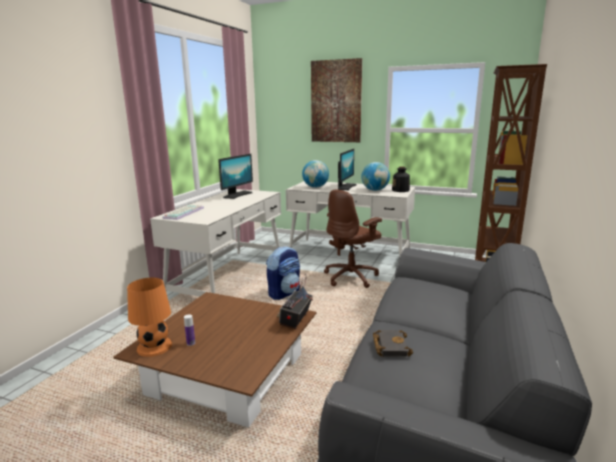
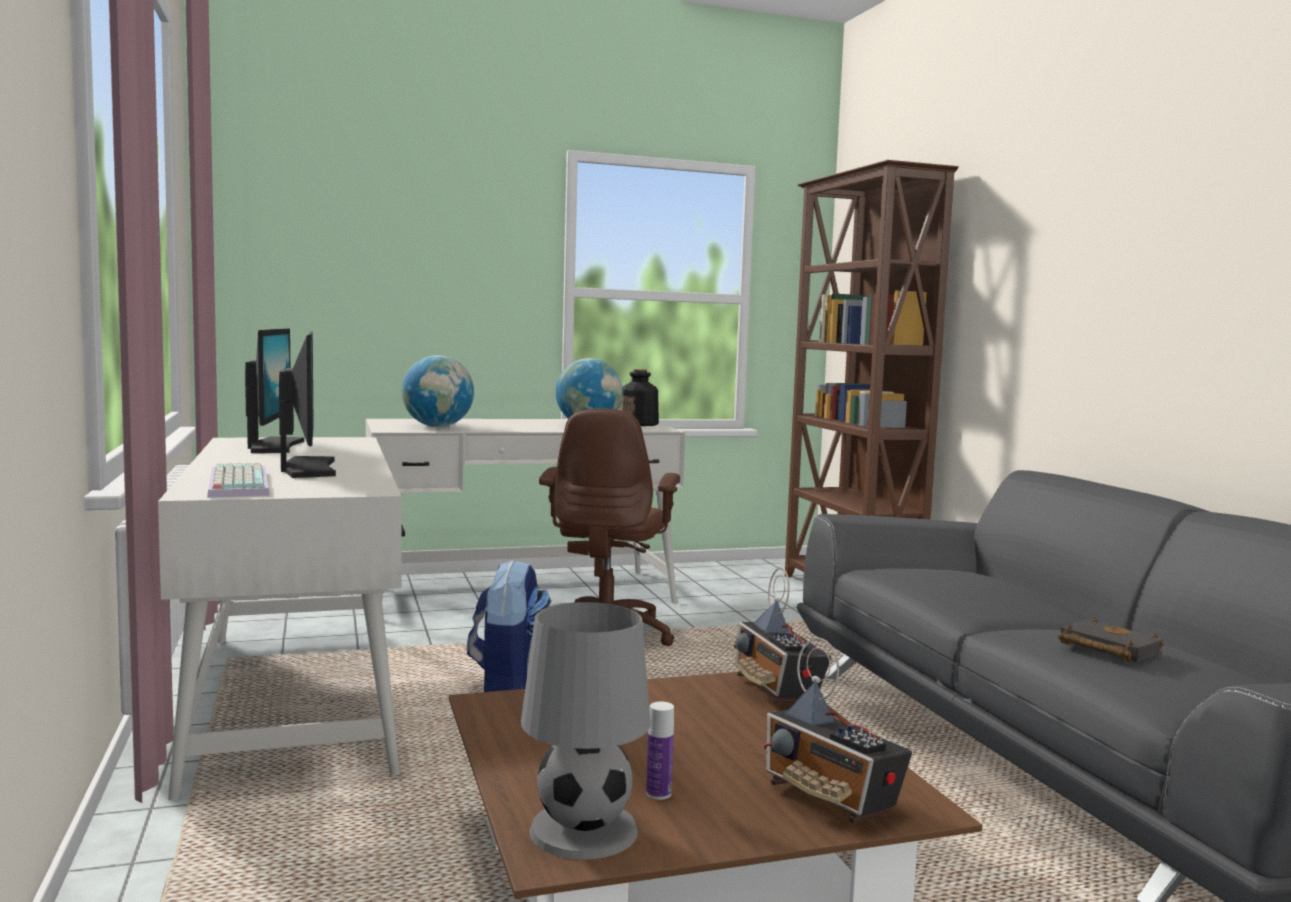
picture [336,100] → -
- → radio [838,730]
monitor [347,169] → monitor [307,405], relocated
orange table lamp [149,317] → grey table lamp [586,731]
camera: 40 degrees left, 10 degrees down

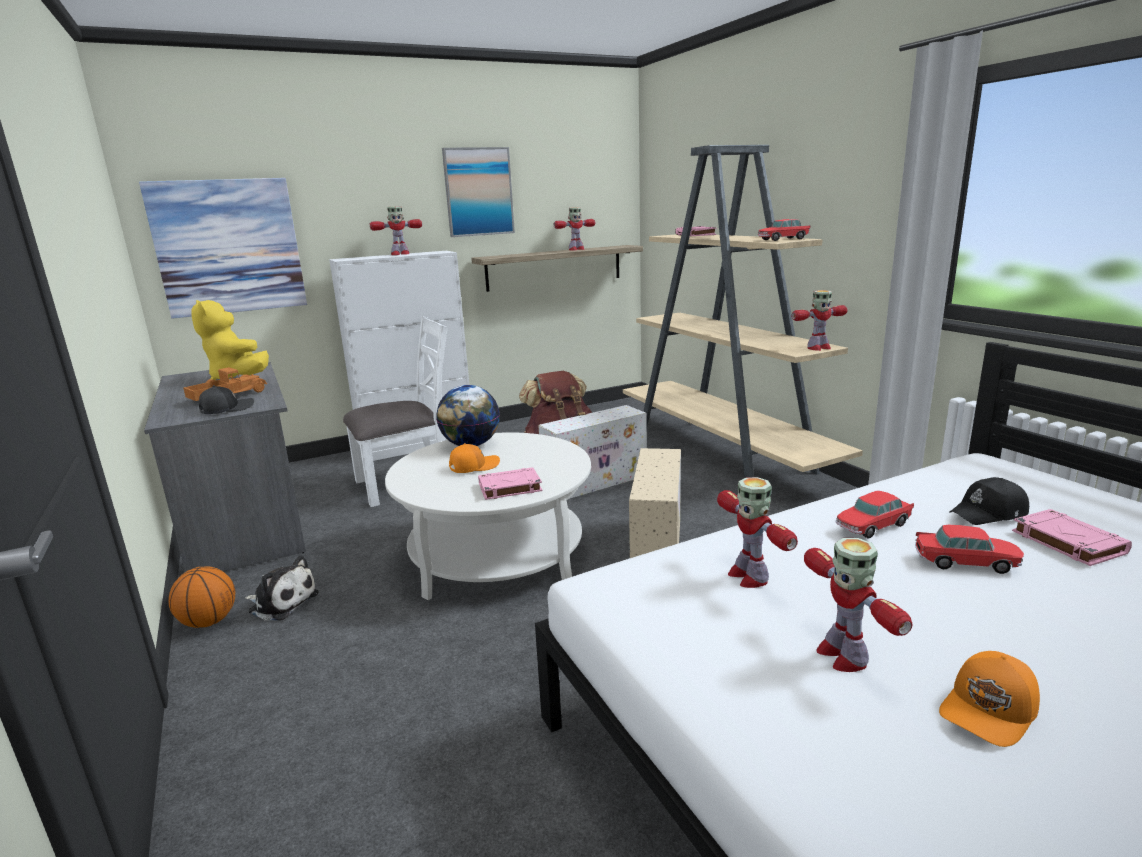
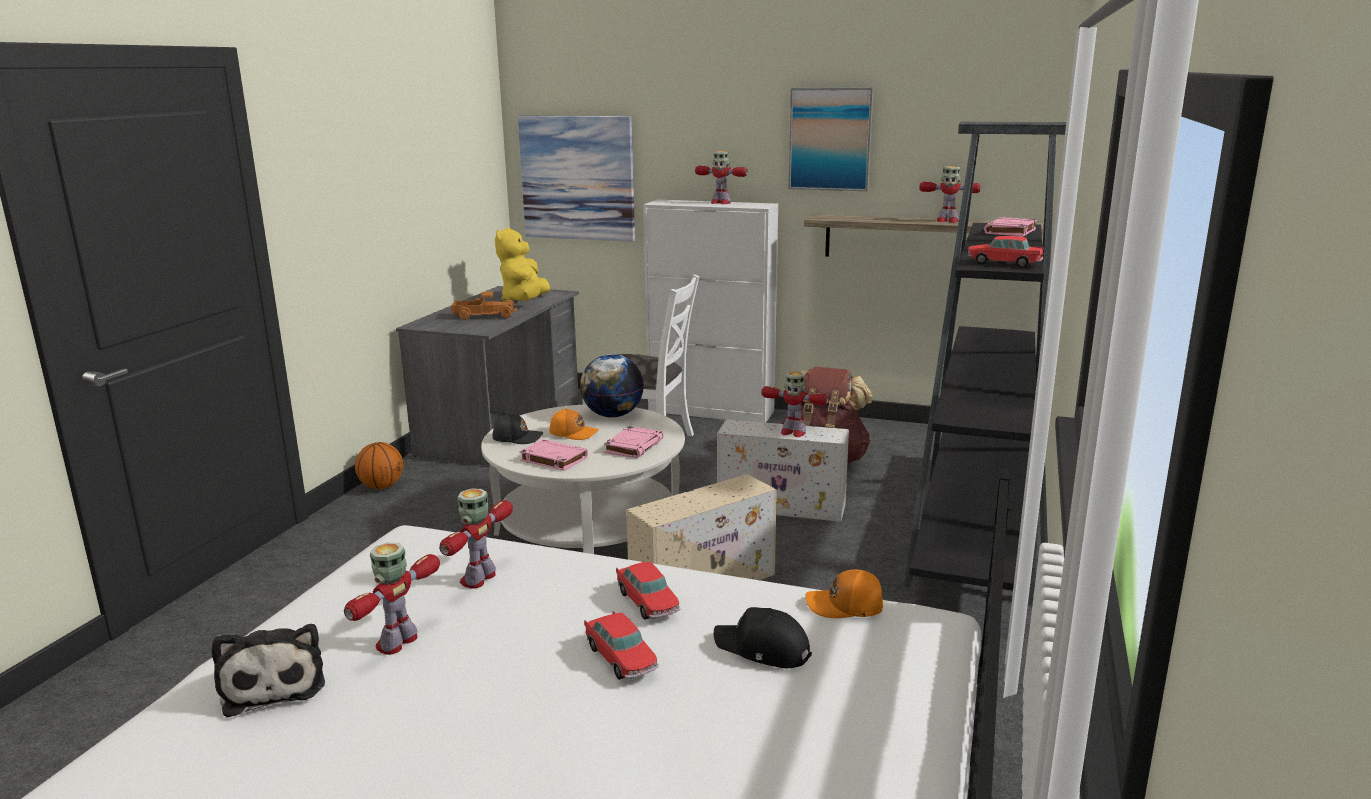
black cap [226,399] → black cap [518,428], relocated
plush toy [282,588] → plush toy [268,670], relocated
toy robot [819,320] → toy robot [795,404], relocated
orange cap [989,699] → orange cap [844,593], relocated
pink book [1072,537] → pink book [633,442], relocated
beige bookcase [743,311] → black bookcase [985,363]
toy car [874,514] → toy car [648,590], 135 degrees counterclockwise
camera: 45 degrees right, 0 degrees up

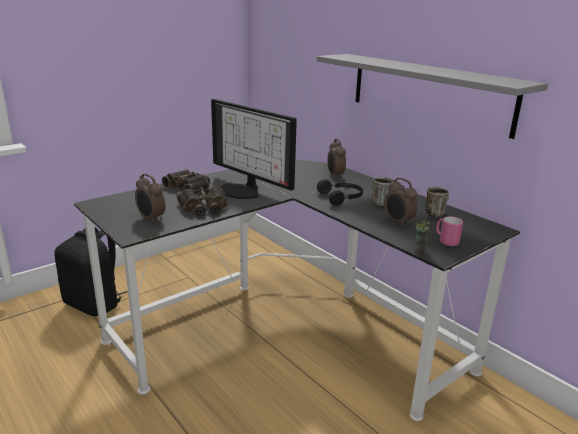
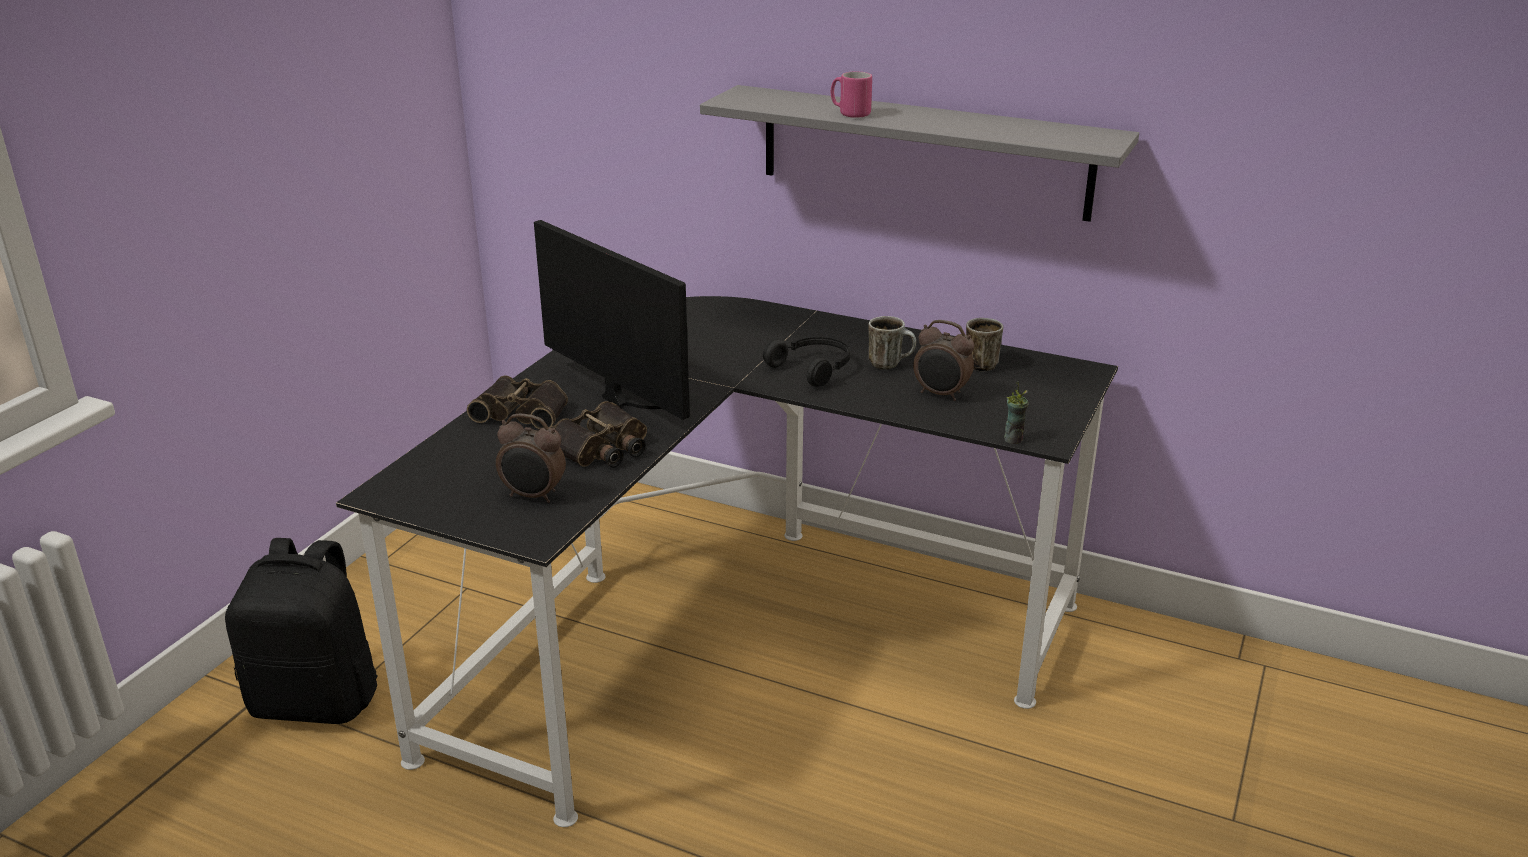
alarm clock [336,158] → -
pink mug [449,231] → pink mug [851,94], relocated
monitor [254,149] → monitor [612,320], 150 degrees counterclockwise
camera: 25 degrees left, 5 degrees up

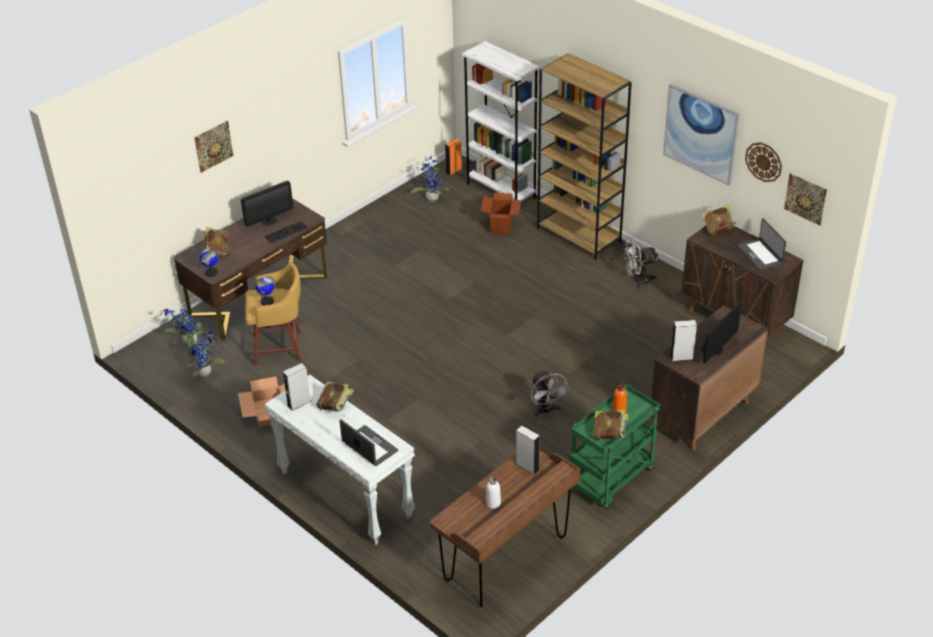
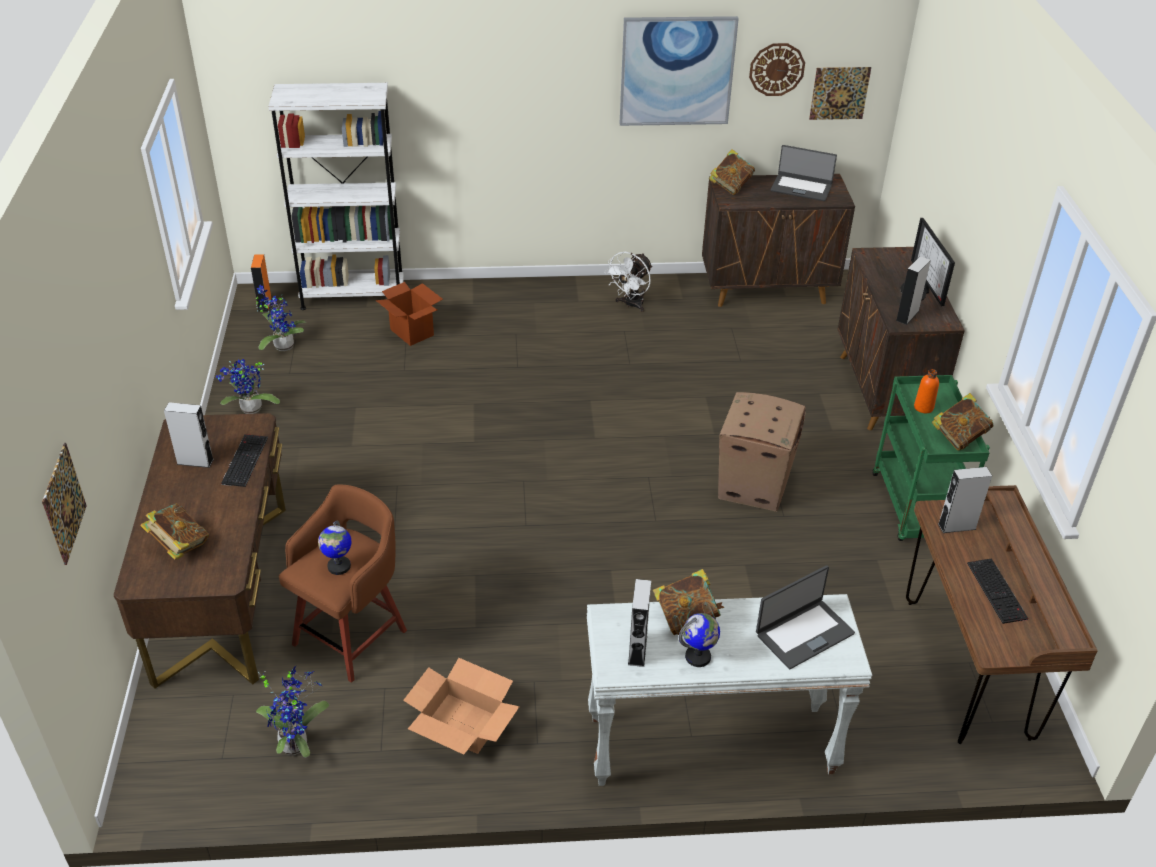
brown bookcase [584,157] → -
potted plant [182,327] → potted plant [248,386], relocated
picture [213,147] → picture [64,504], relocated
globe [209,262] → globe [699,640], relocated
monitor [267,204] → grey speaker [189,435]
white bottle [493,493] → keyboard [997,591]
grey fan [550,393] → cardboard box [762,452]
yellow stool [273,314] → brown stool [343,584]
laptop [369,442] → laptop [805,617], 150 degrees clockwise
camera: 50 degrees left, 0 degrees up

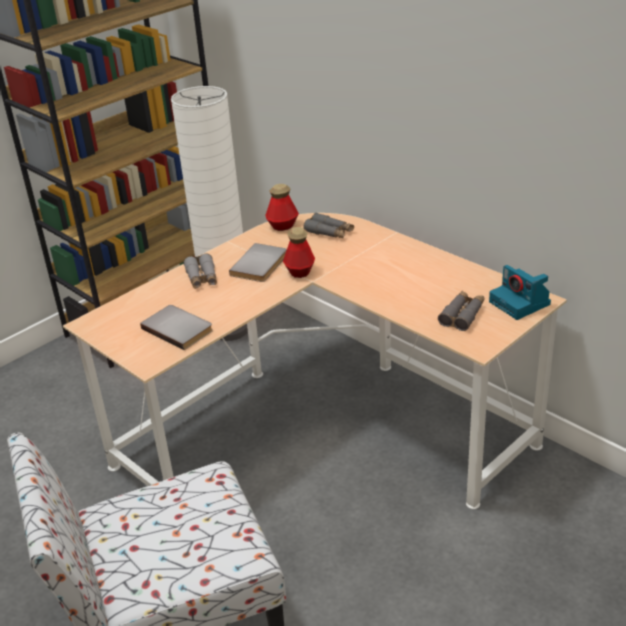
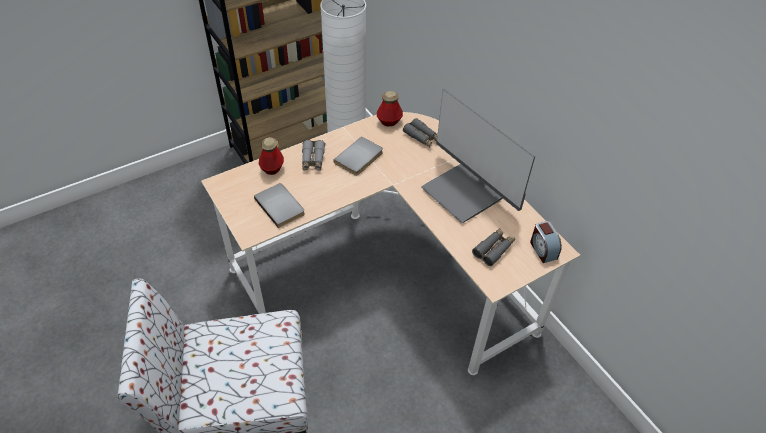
- → monitor [478,156]
bottle [299,252] → bottle [271,156], relocated
photo camera [520,292] → alarm clock [546,242]
camera: 10 degrees right, 15 degrees up

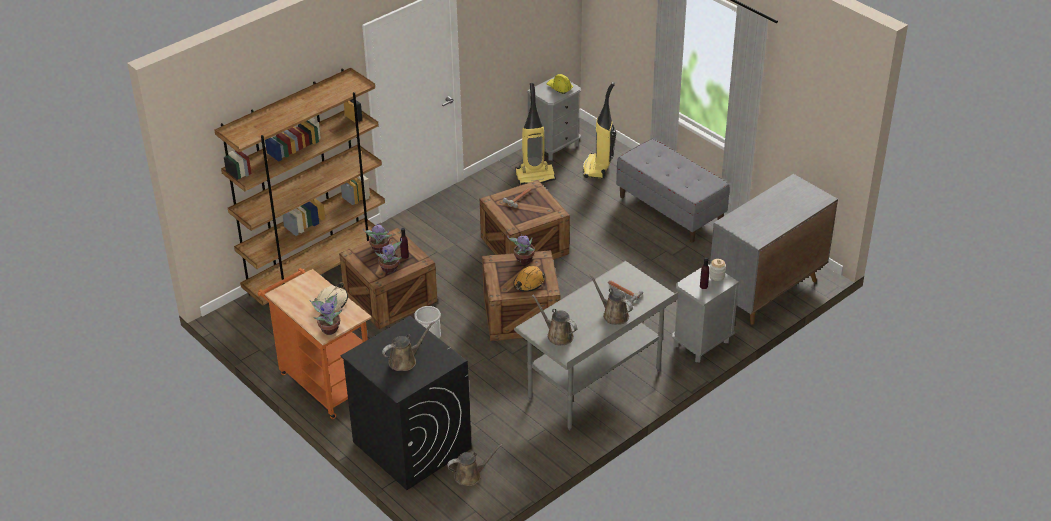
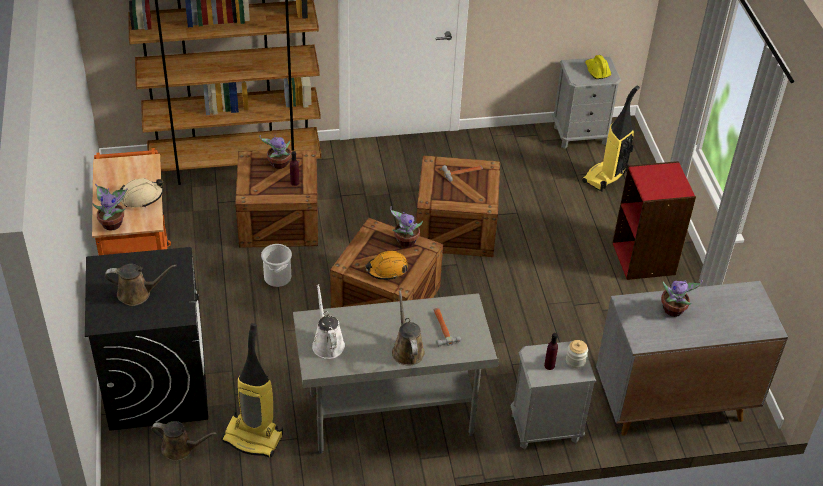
potted plant [388,255] → potted plant [682,298], relocated
vacuum cleaner [536,134] → vacuum cleaner [252,390], relocated
grey bench [673,190] → red bookcase [654,220]
brown watering can [554,320] → white watering can [328,321]
camera: 30 degrees right, 5 degrees up

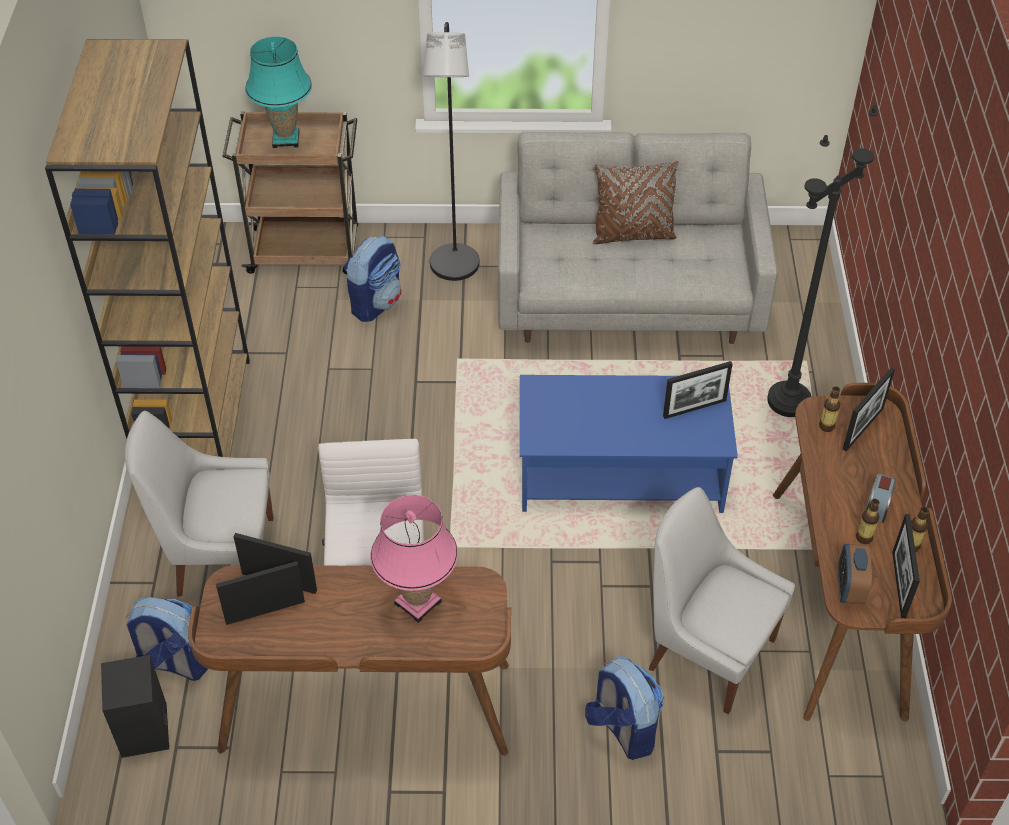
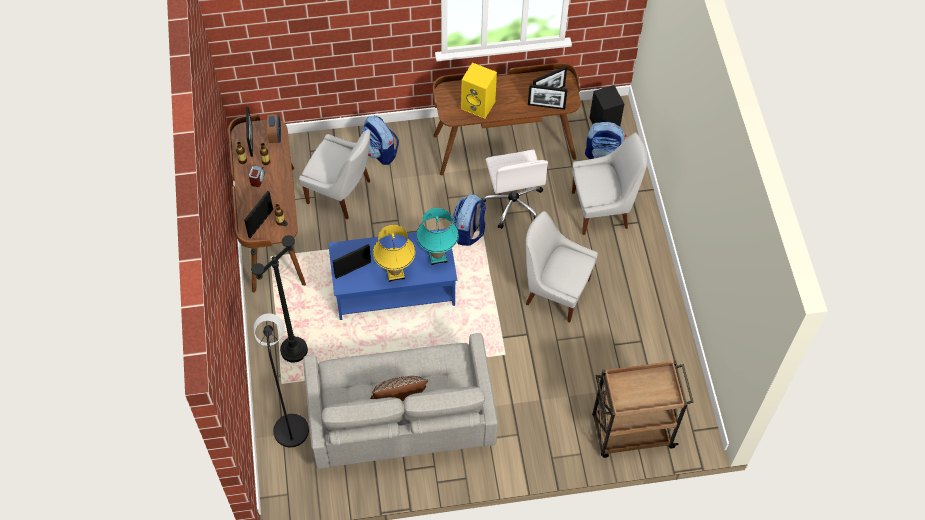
brown bookcase [147,248] → -
- → yellow table lamp [394,253]
- → white chair [562,267]
turquoise table lamp [278,92] → turquoise table lamp [437,236], relocated
backpack [373,279] → backpack [469,220], relocated
black floor lamp [451,151] → black floor lamp [281,380], relocated
pink table lamp [414,559] → yellow speaker [479,90]
camera: 170 degrees right, 10 degrees up

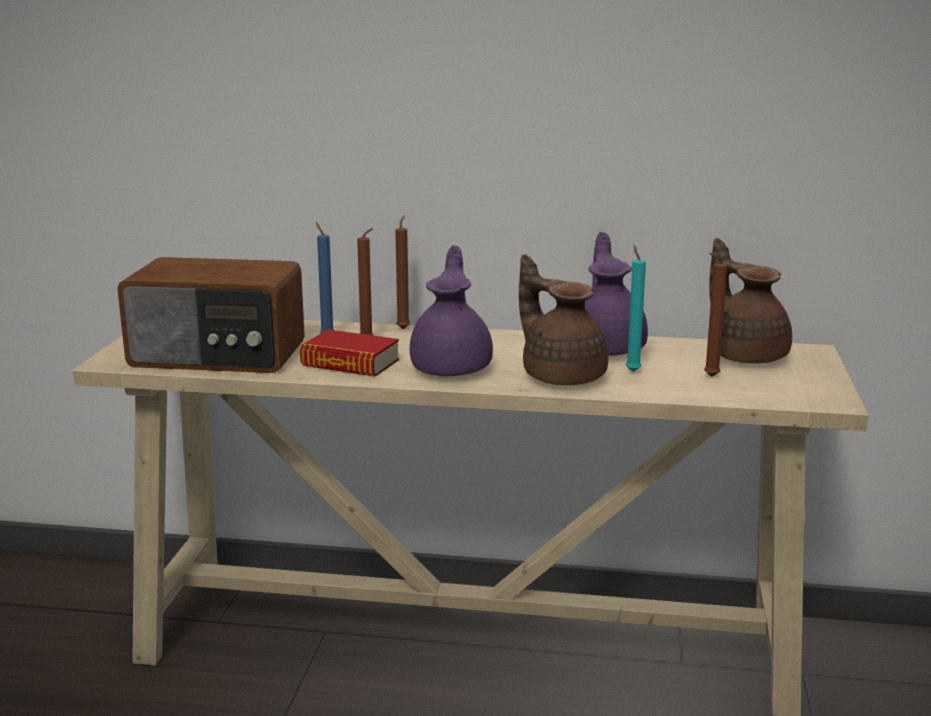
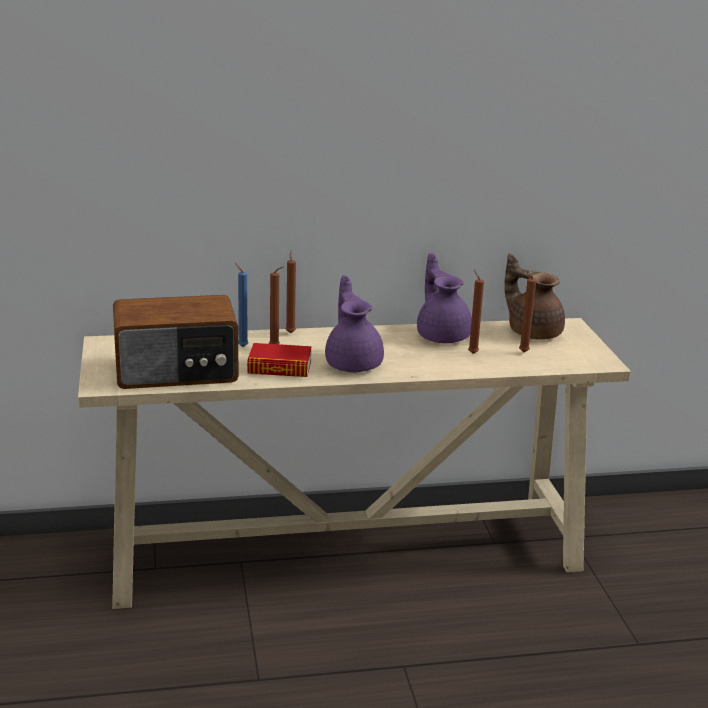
brown teapot [564,319] → -
turquoise candle [636,308] → brown candle [476,312]
camera: 20 degrees left, 5 degrees up

